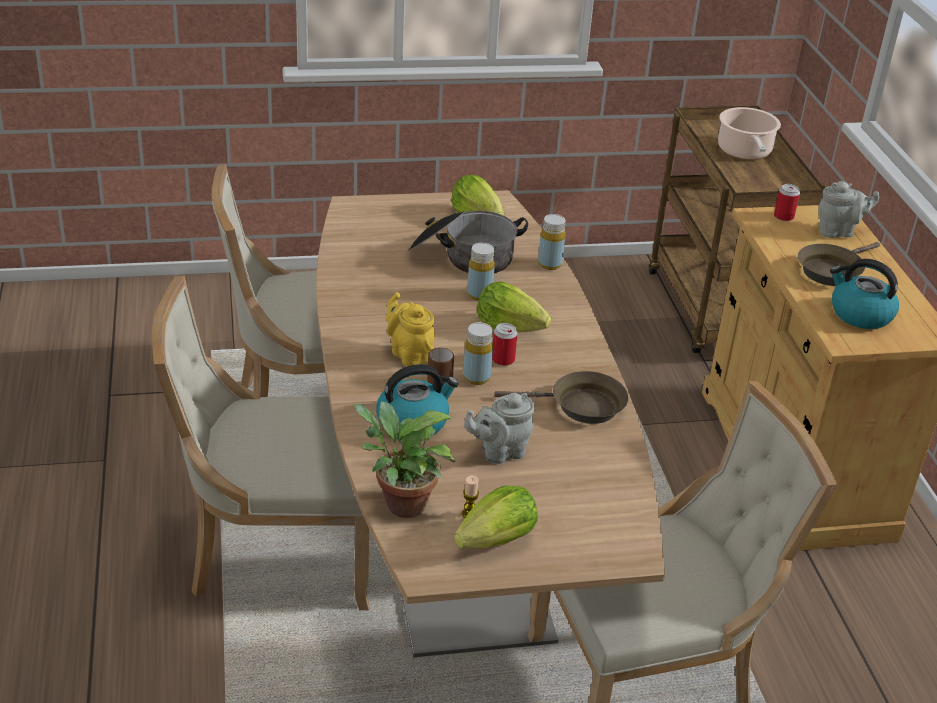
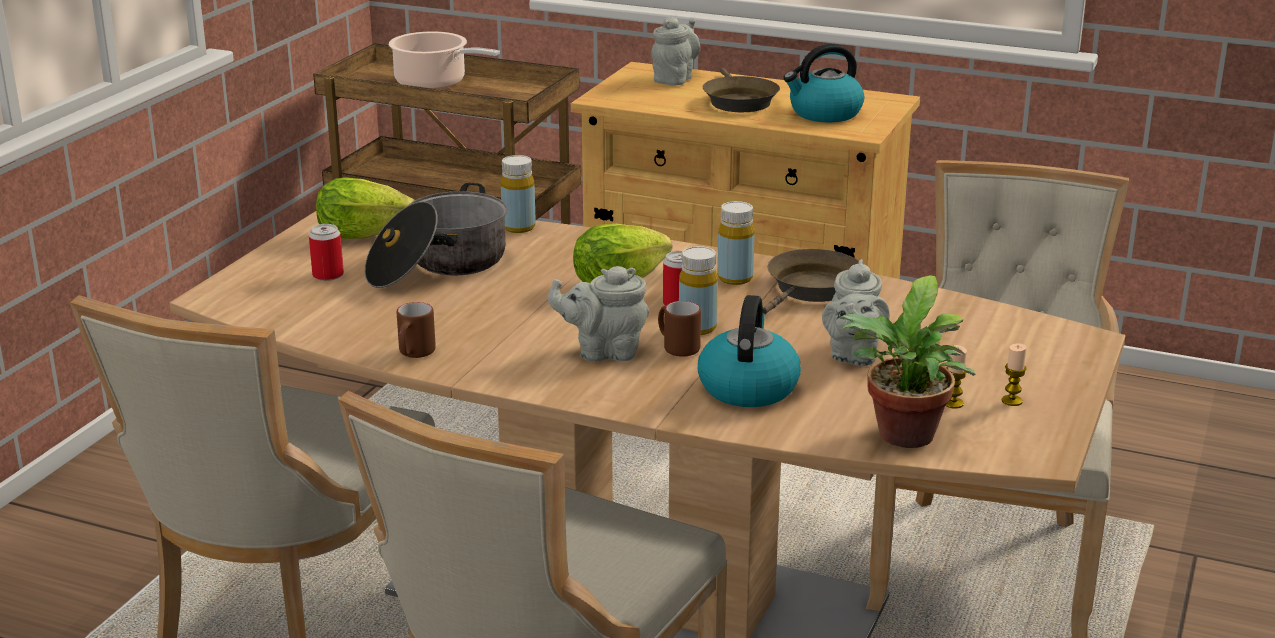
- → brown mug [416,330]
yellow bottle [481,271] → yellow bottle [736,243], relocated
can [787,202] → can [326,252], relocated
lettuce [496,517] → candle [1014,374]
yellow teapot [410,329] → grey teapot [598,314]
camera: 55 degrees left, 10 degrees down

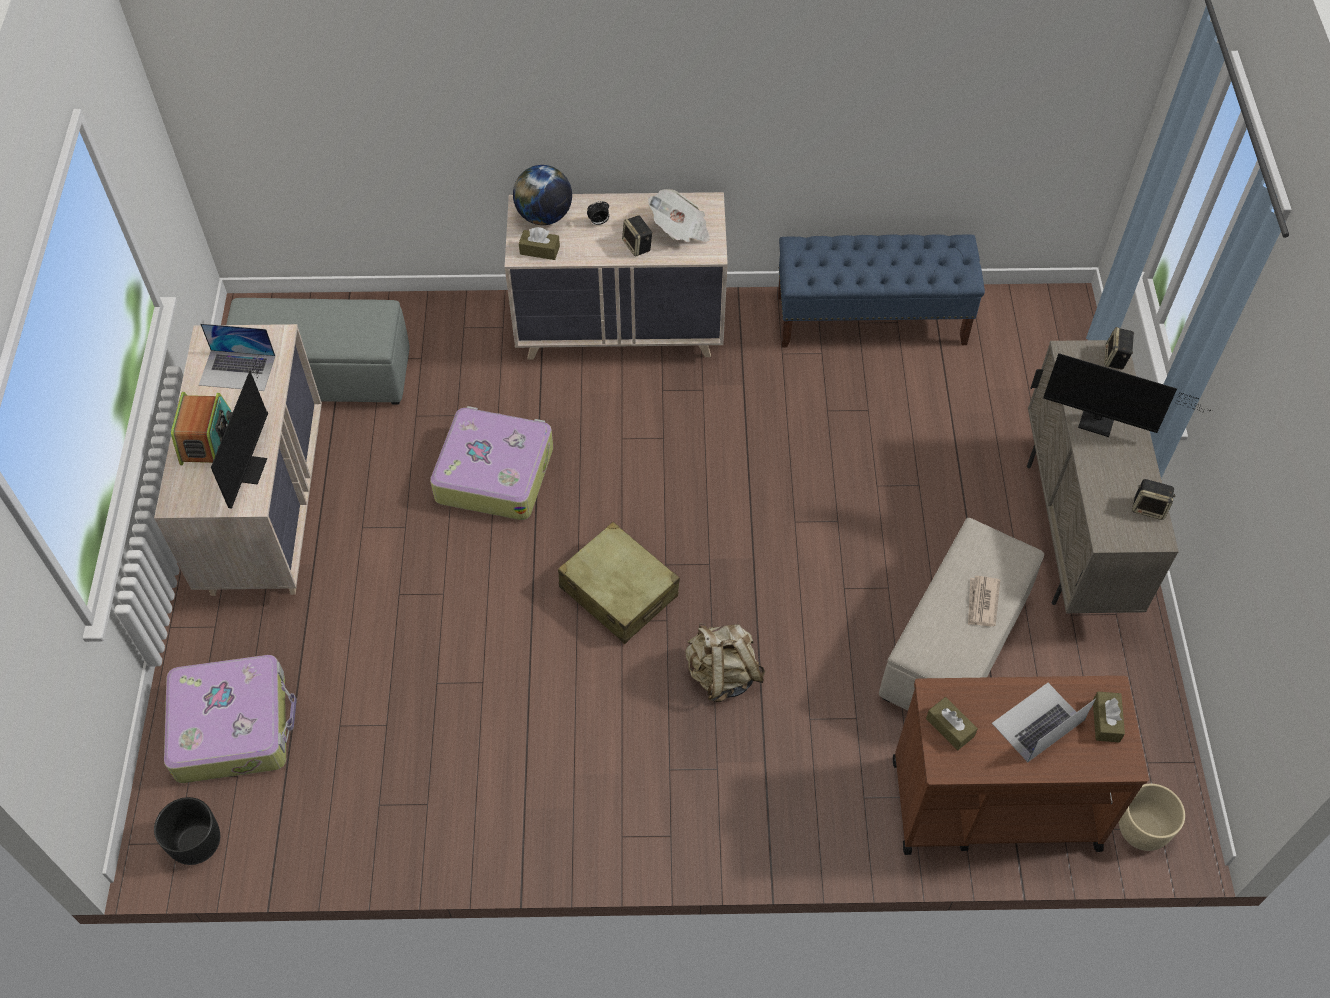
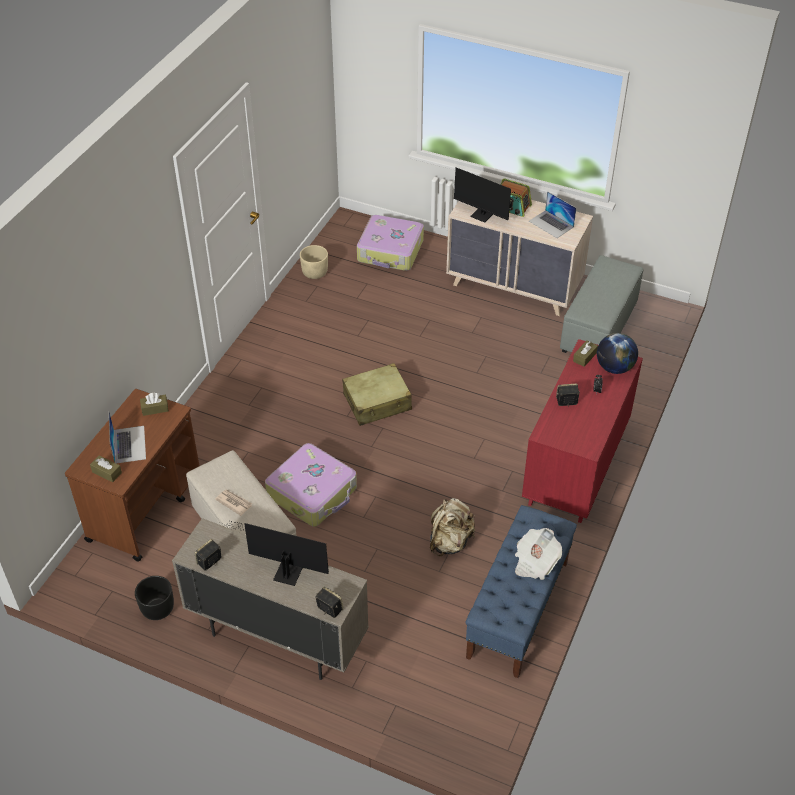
black planter [187,831] → black planter [154,598], relocated
suitcase [491,463] → suitcase [311,485], relocated
newspaper [679,216] → newspaper [538,554], relocated
beige backpack [725,663] → beige backpack [452,527], relocated
beige planter [1152,817] → beige planter [314,262], relocated
beige dresser [616,276] → red dresser [582,431]
laptop [237,357] → laptop [552,214], 75 degrees counterclockwise
monitor [1125,395] → monitor [276,553], 60 degrees clockwise
camera: 115 degrees right, 10 degrees down

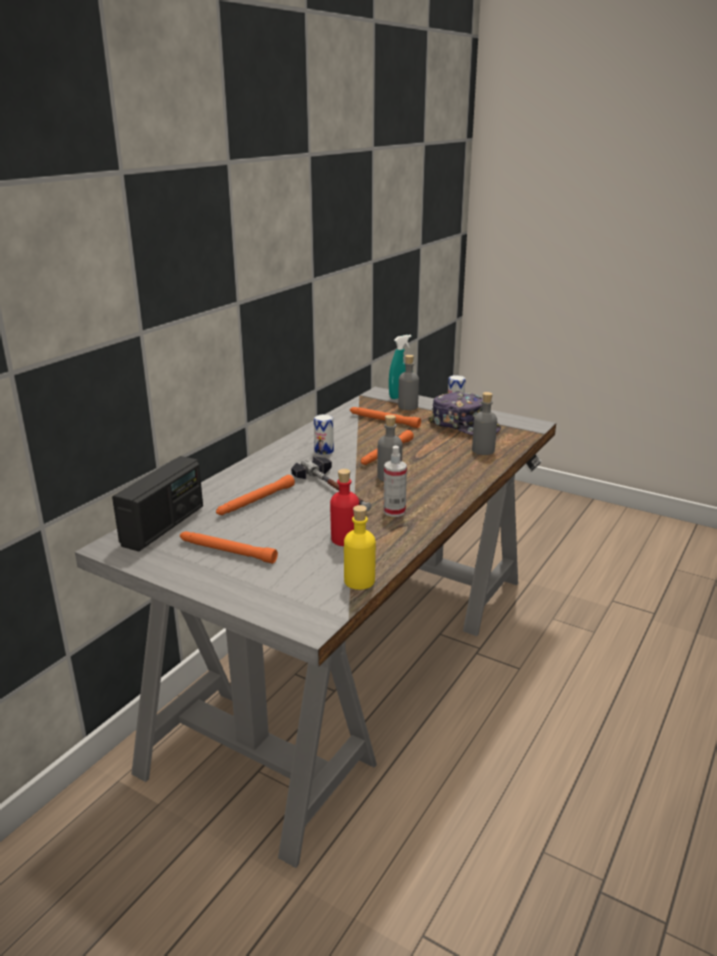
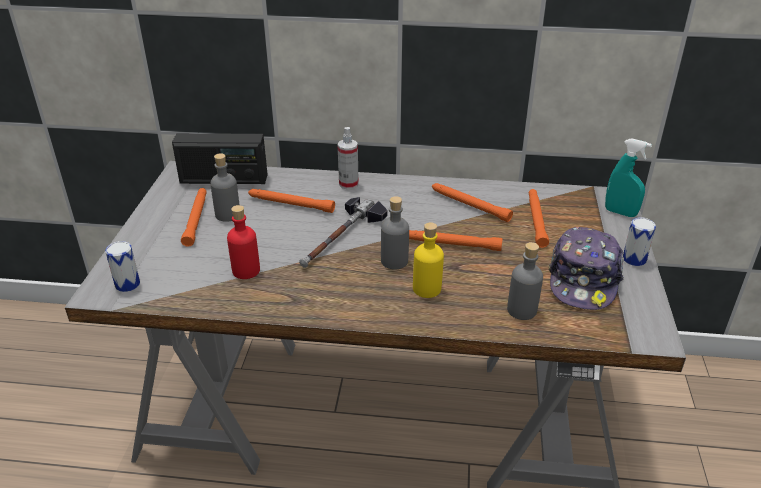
- → orange flashlight [472,202]
can [324,434] → can [122,266], relocated
yellow bottle [360,547] → yellow bottle [428,260], relocated
spray bottle [395,481] → spray bottle [348,158], relocated
grey bottle [408,382] → grey bottle [224,187], relocated
camera: 65 degrees right, 10 degrees up

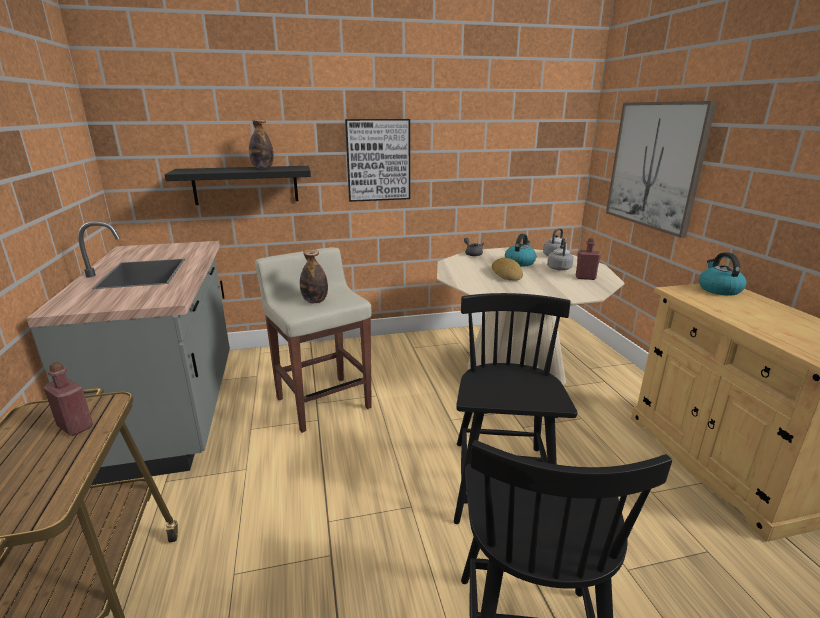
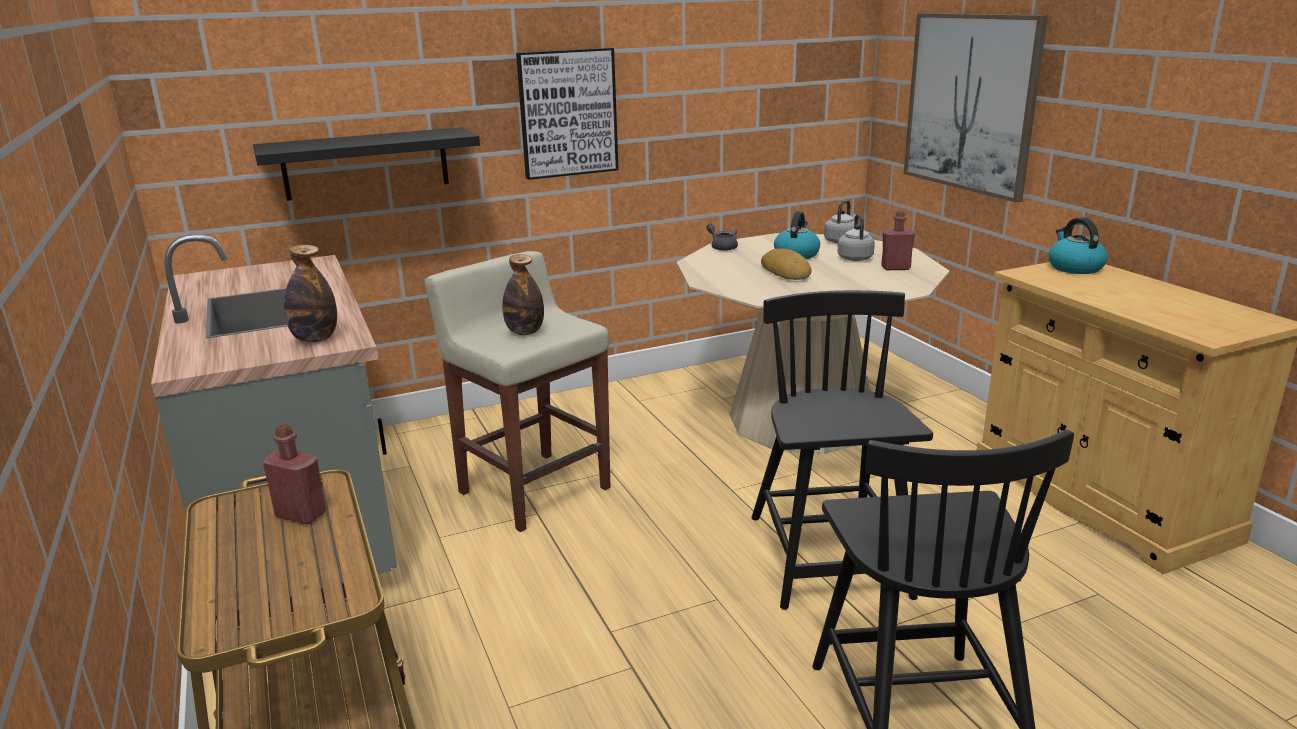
bottle [261,144] → bottle [310,293], relocated
camera: 10 degrees left, 0 degrees up

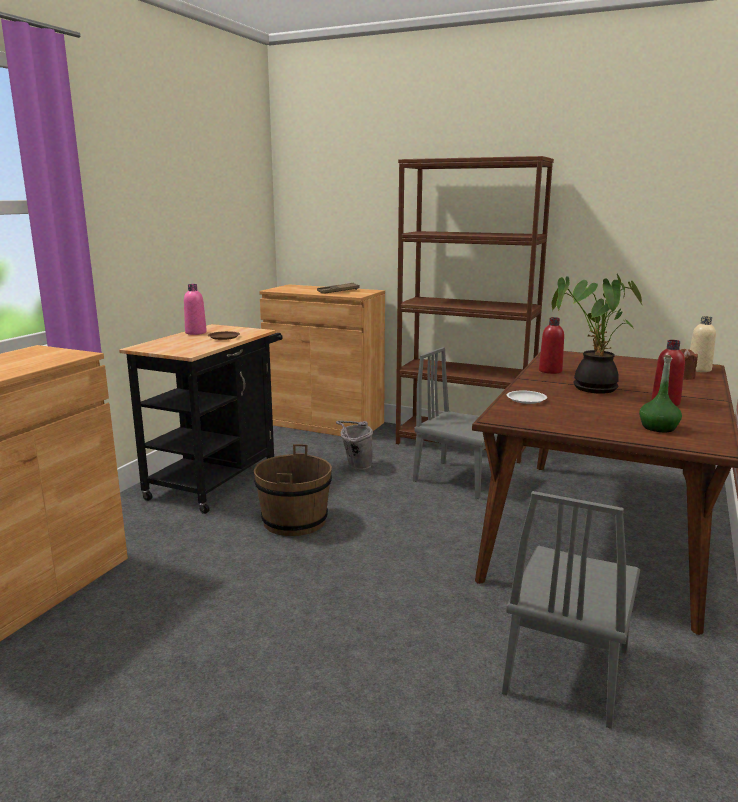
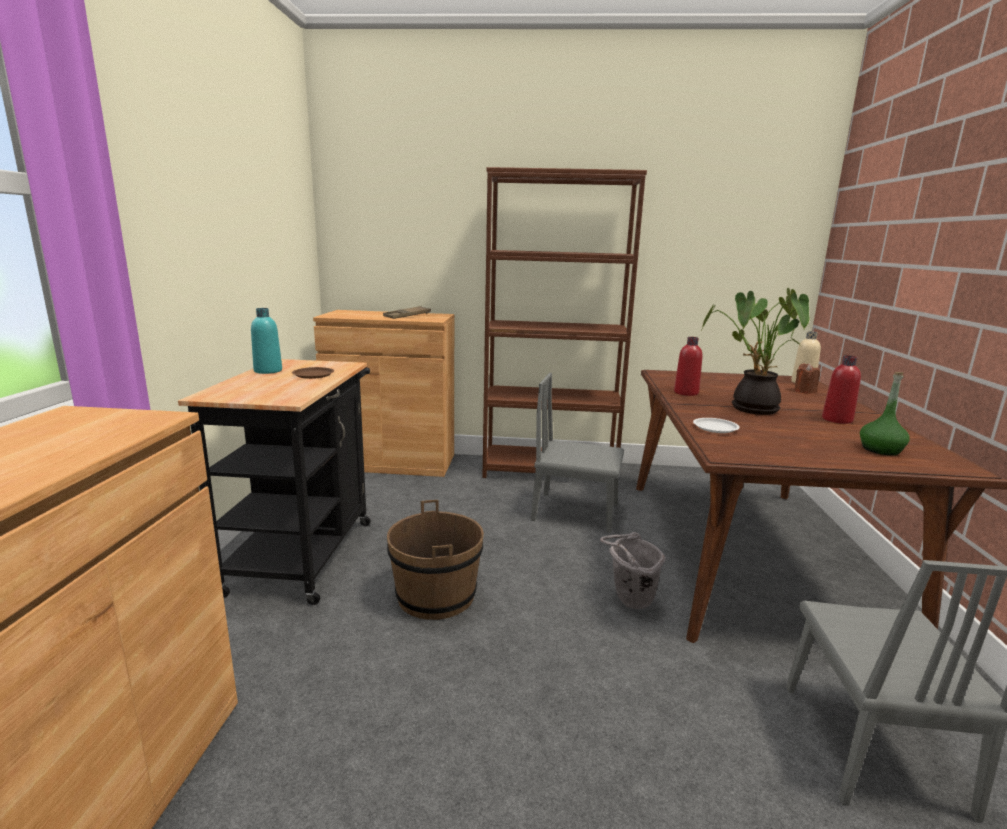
grey bucket [354,446] → grey bucket [633,570], relocated
pink bottle [195,309] → turquoise bottle [266,341]
camera: 20 degrees left, 0 degrees up

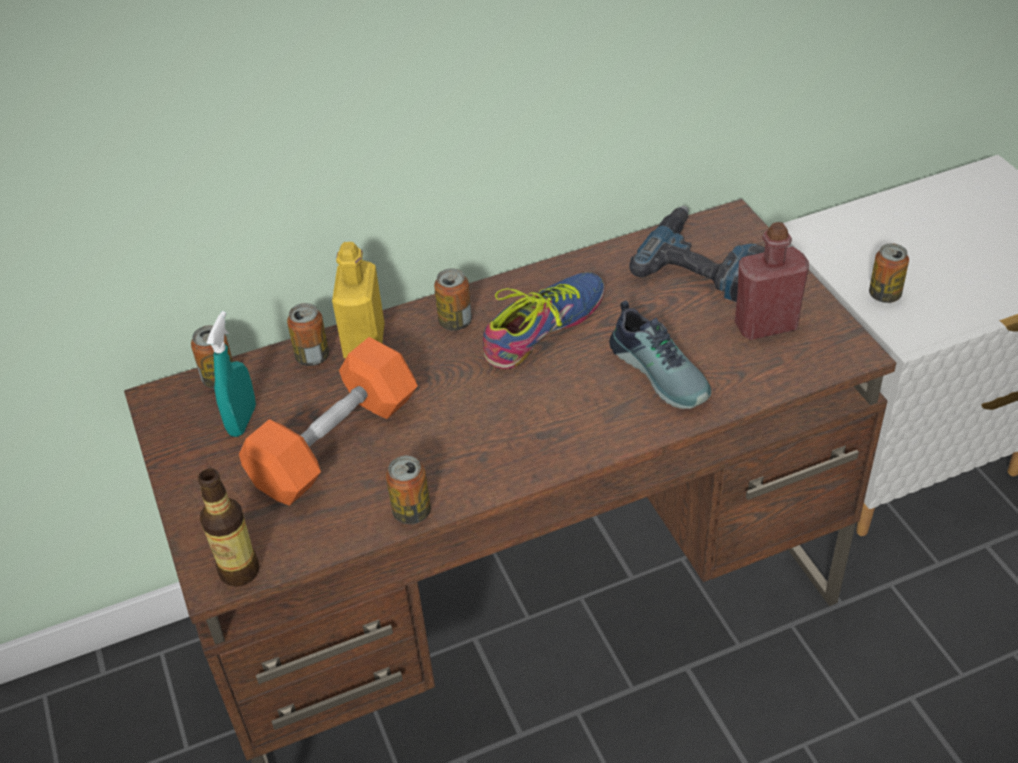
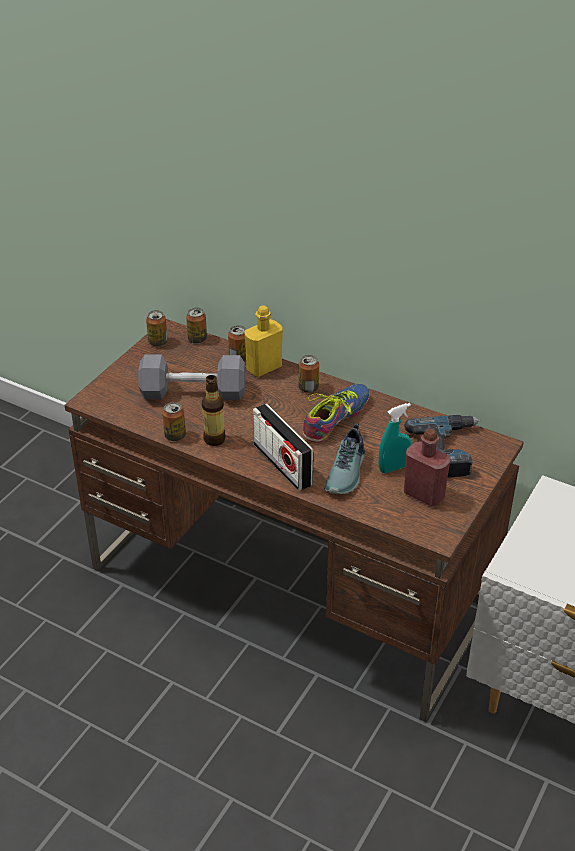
- → radio [283,447]
bottle [229,528] → bottle [214,410], relocated
turquoise spray bottle [231,374] → turquoise spray bottle [395,438], relocated
can [889,273] → can [157,328], relocated
orange dumbbell [328,421] → grey dumbbell [191,377]
shoe [544,320] → shoe [336,413], 60 degrees counterclockwise
camera: 50 degrees right, 5 degrees down

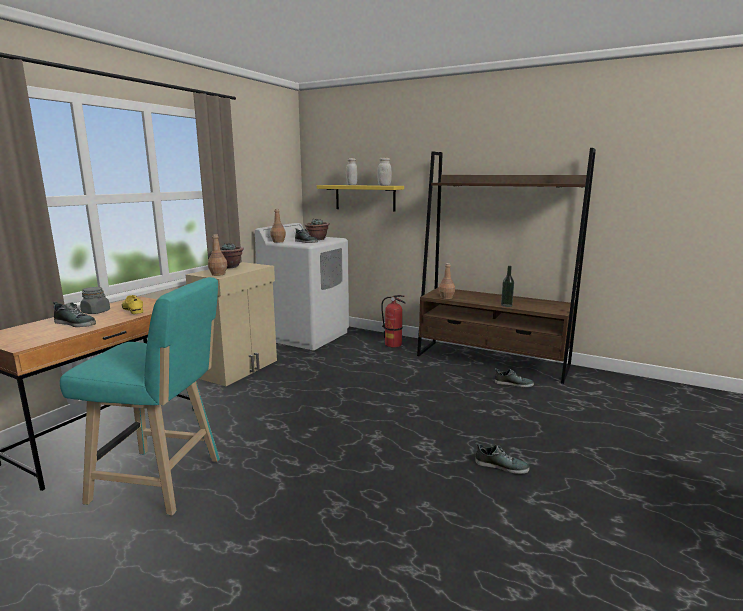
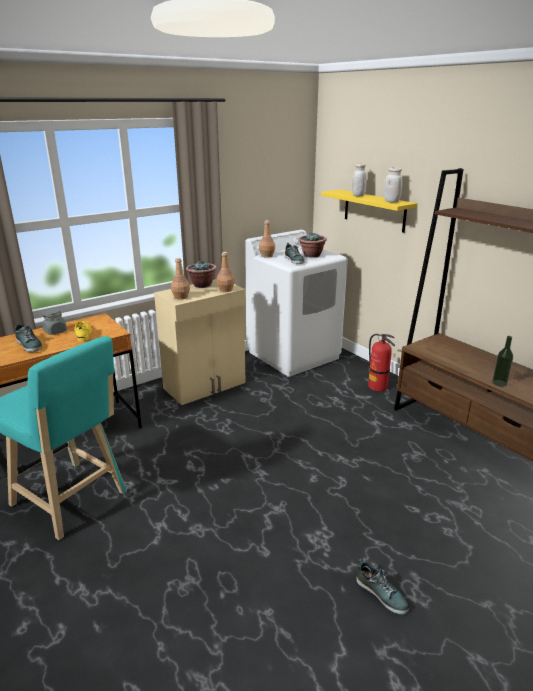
shoe [514,377] → -
brown bottle [447,281] → brown bottle [226,272], relocated
camera: 25 degrees right, 10 degrees up

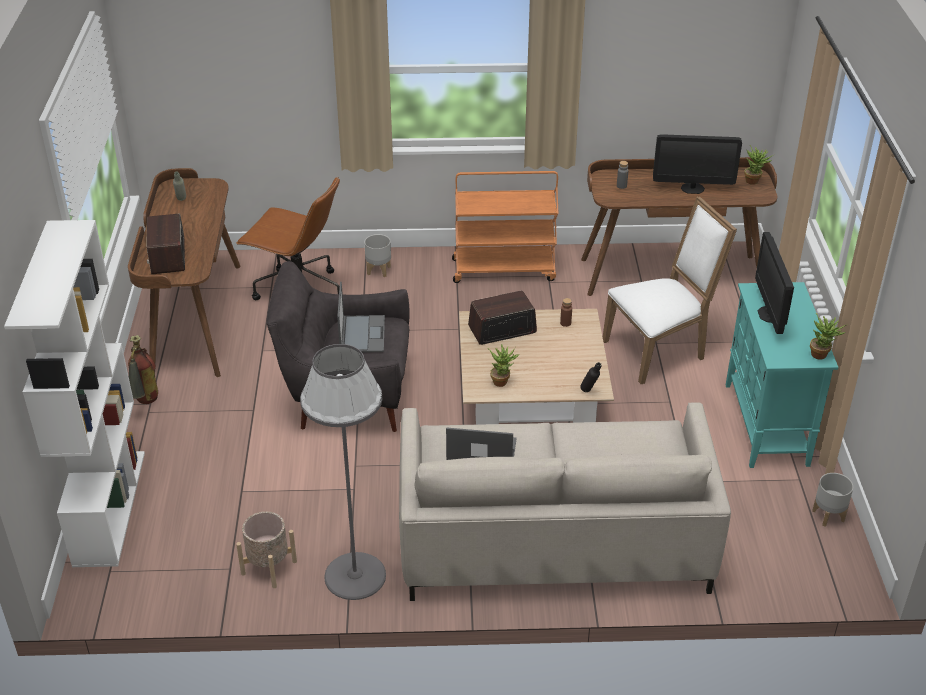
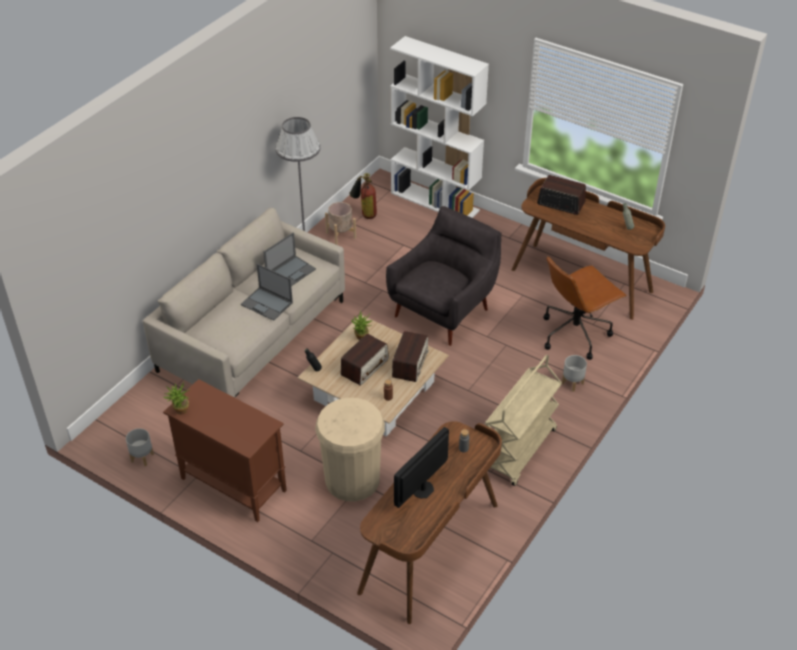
potted plant [758,165] → -
monitor [774,283] → -
- → radio [365,360]
fire extinguisher [143,369] → fire extinguisher [363,196], relocated
laptop [361,317] → laptop [267,292], relocated
white chair [670,290] → beige trash can [350,449]
orange cart [505,227] → beige cart [523,420]
turquoise cabinet [782,375] → brown cabinet [225,450]
camera: 125 degrees right, 5 degrees up

